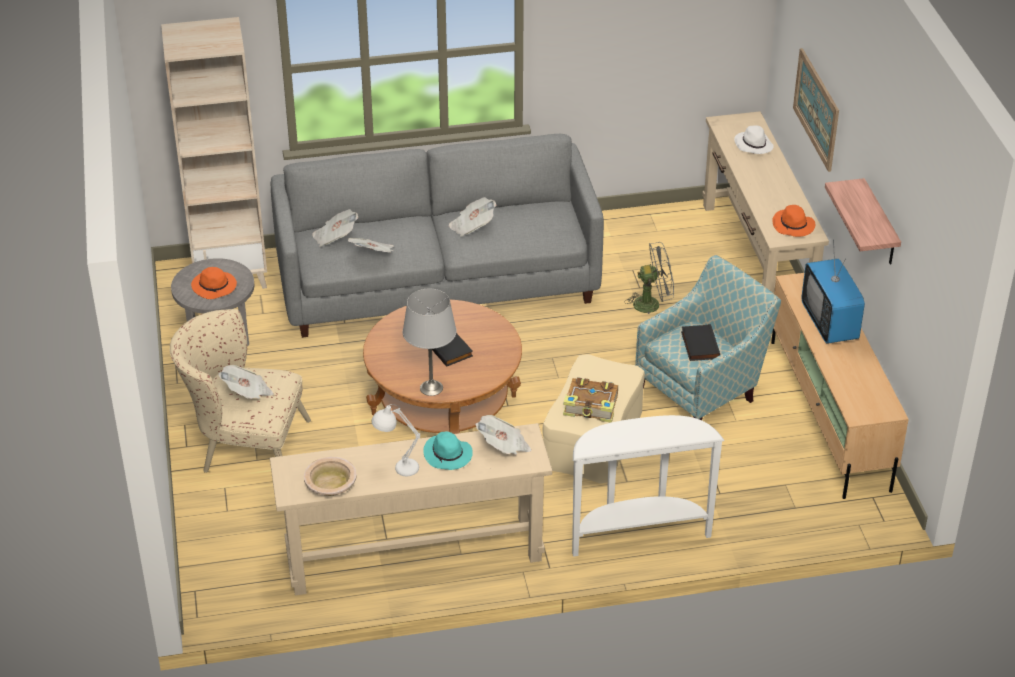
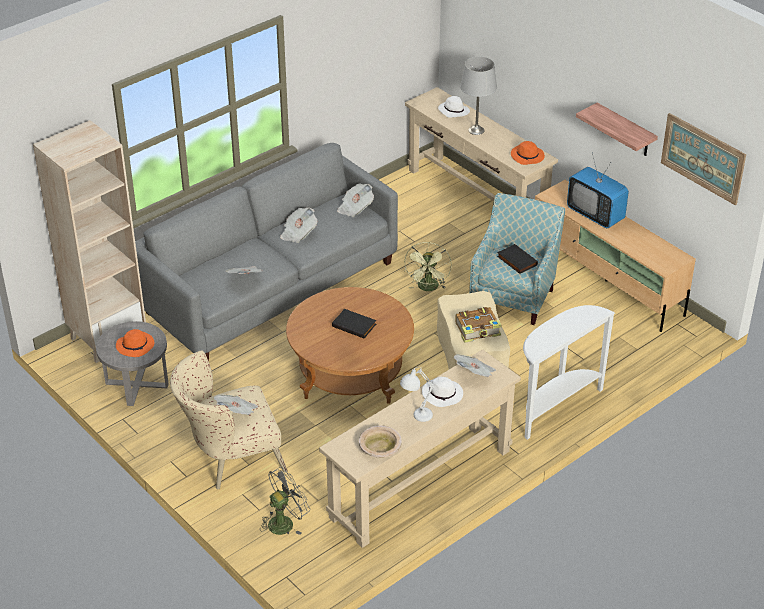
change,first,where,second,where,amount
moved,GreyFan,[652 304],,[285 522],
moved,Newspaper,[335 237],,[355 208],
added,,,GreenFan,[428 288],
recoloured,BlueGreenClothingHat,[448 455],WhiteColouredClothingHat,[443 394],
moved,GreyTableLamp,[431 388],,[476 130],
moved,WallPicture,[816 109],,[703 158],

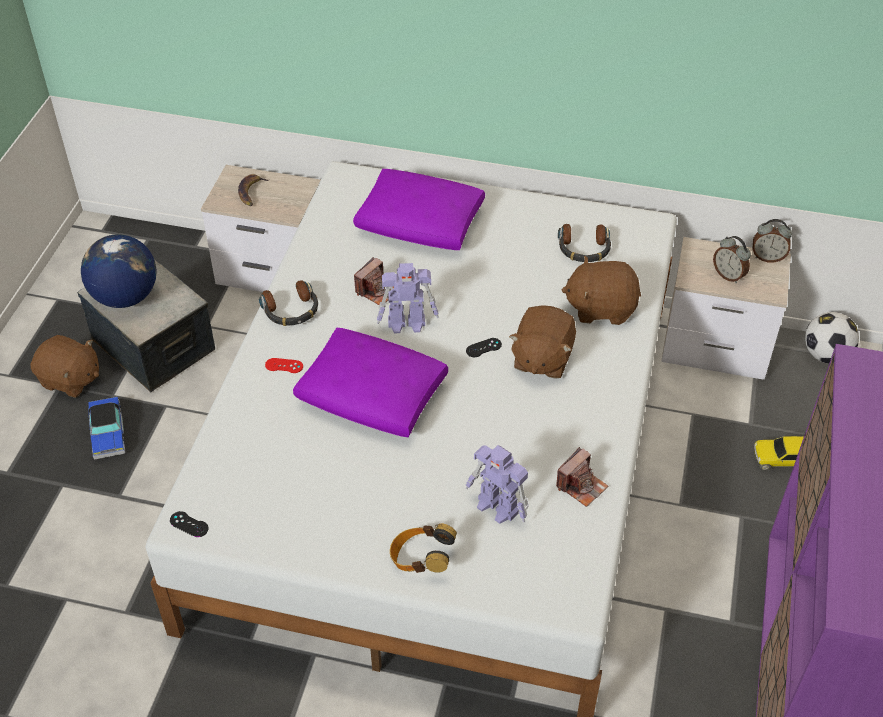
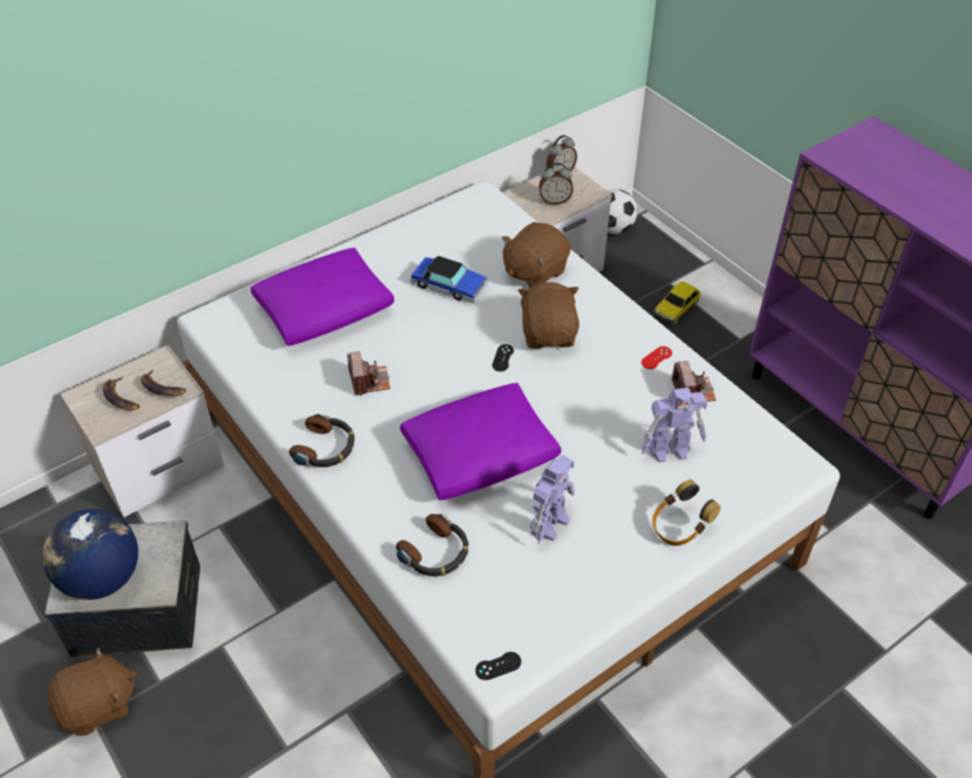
change,first,where,second,where,amount
added,,,BananaFruit,[161 388],
moved,Headset,[583 249],,[436 553],
moved,MiniatureCar,[108 432],,[449 286],
turned,BrownColouredCuddlyToy,[541 358],,[549 334],150 degrees counterclockwise
moved,ModelRobot,[407 323],,[550 522],
moved,RedGamepad,[284 366],,[656 358],

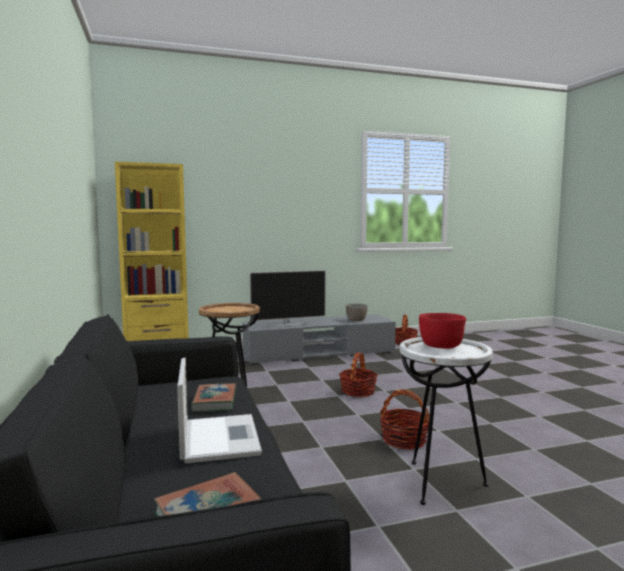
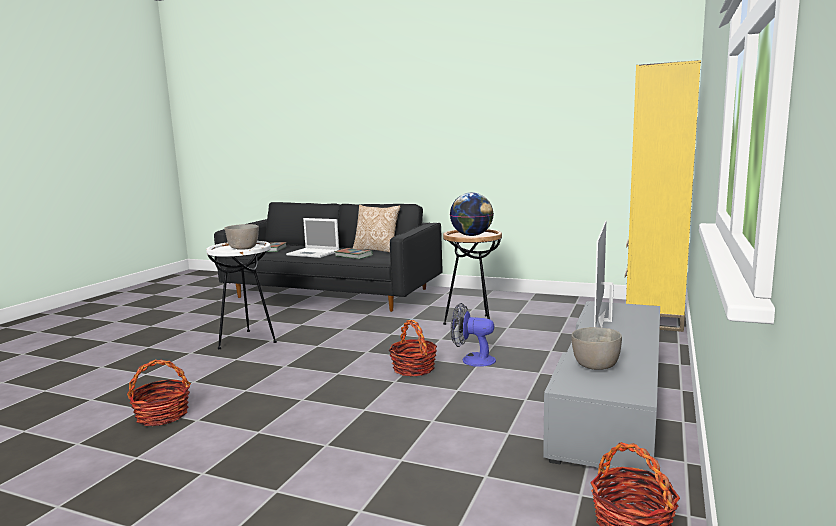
change,first,where,second,where,amount
moved,HouseholdBasket,[404 440],,[162 415],
recoloured,RedBowl,[441 346],GreyBowl,[244 248],
added,,,Cushion,[377 250],
added,,,WorldGlobe,[472 235],
added,,,Fan,[472 360],

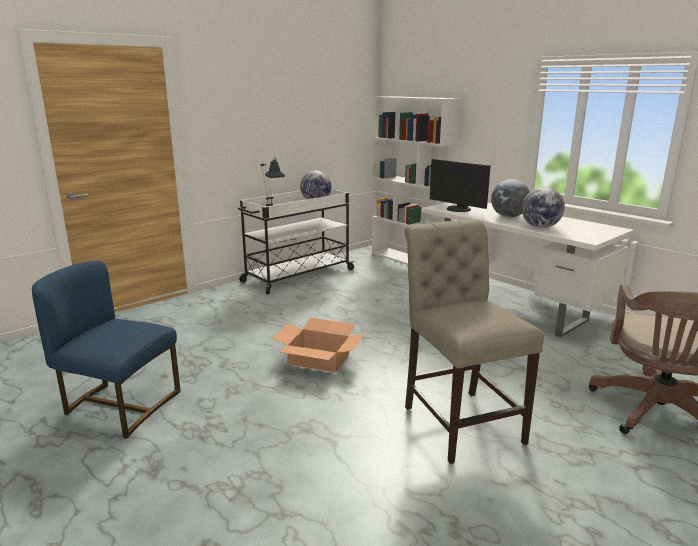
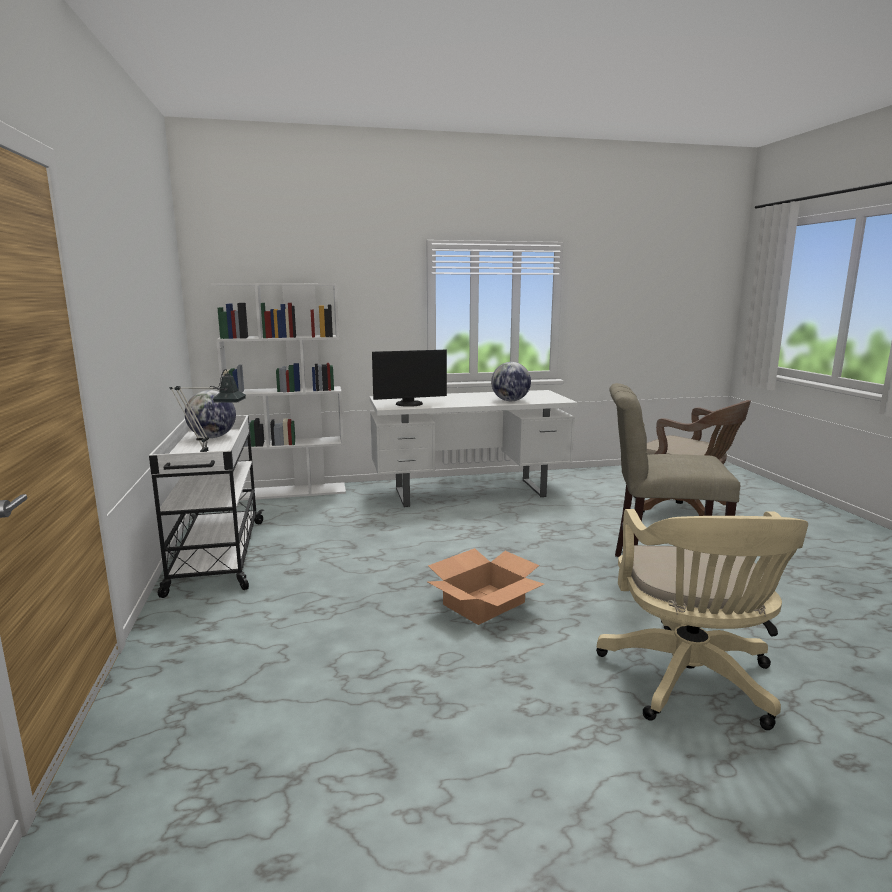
change,first,where,second,where,amount
added,,,BeigeColouredDeskChair,[691 683],
removed,BlueUprightChair,[119 406],,,
removed,WorldGlobe,[508 217],,,

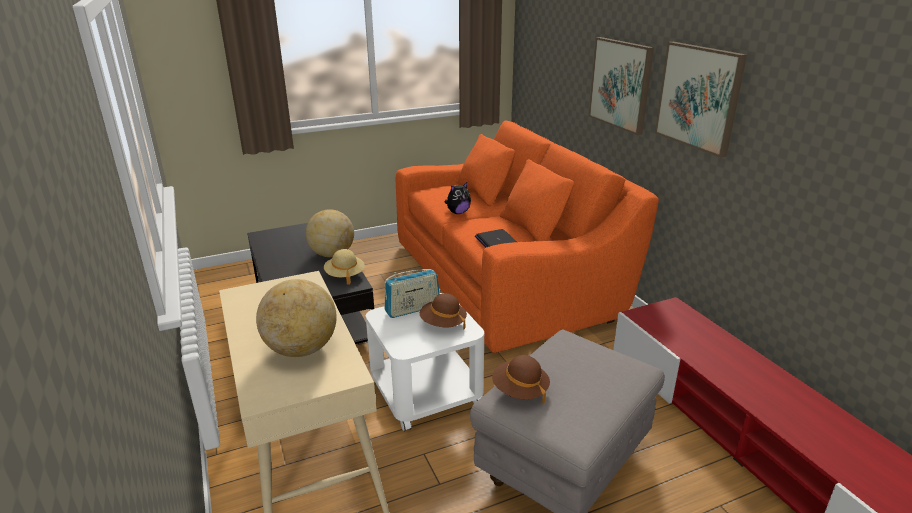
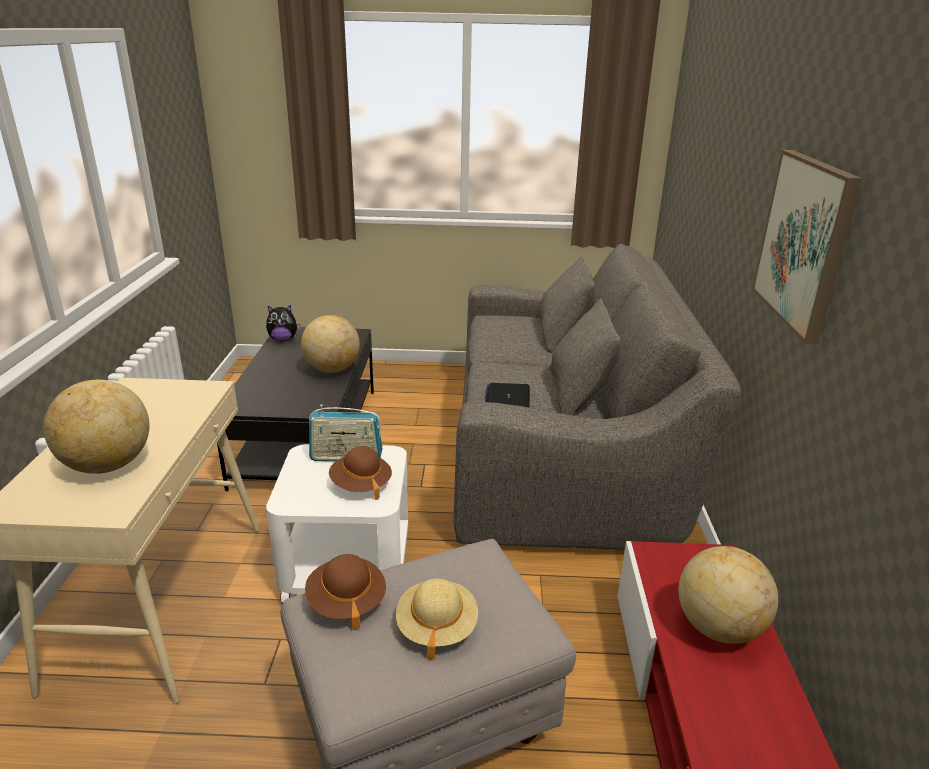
change,first,where,second,where,amount
moved,CuddlyToy,[458 212],,[283 339],
moved,BeigeColouredClothingHat,[345 275],,[436 627],
recoloured,OrangeySettee,[506 278],GreySettee,[562 452],
added,,,WorldGlobe,[718 627],
removed,WallPicture,[621 84],,,

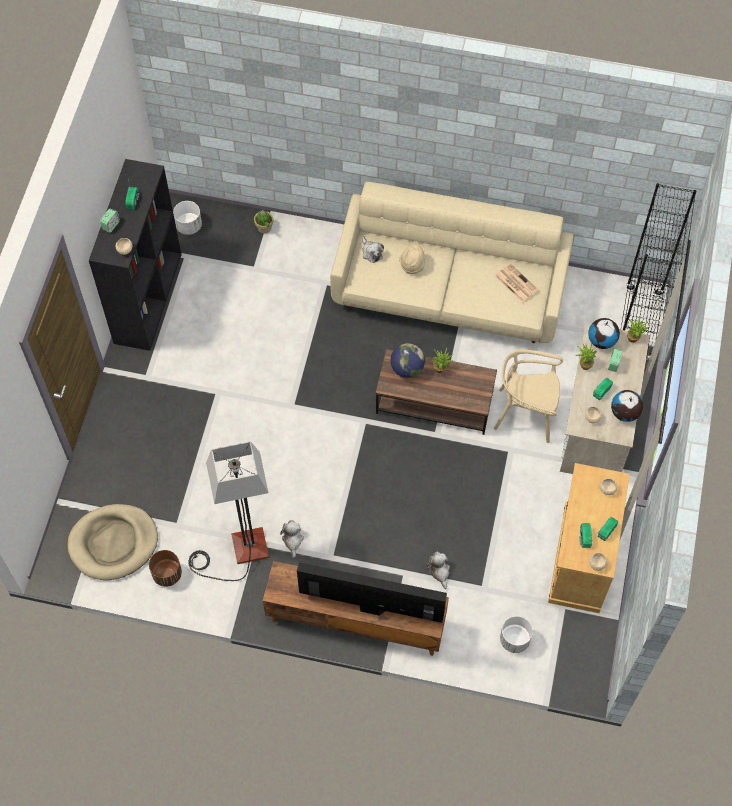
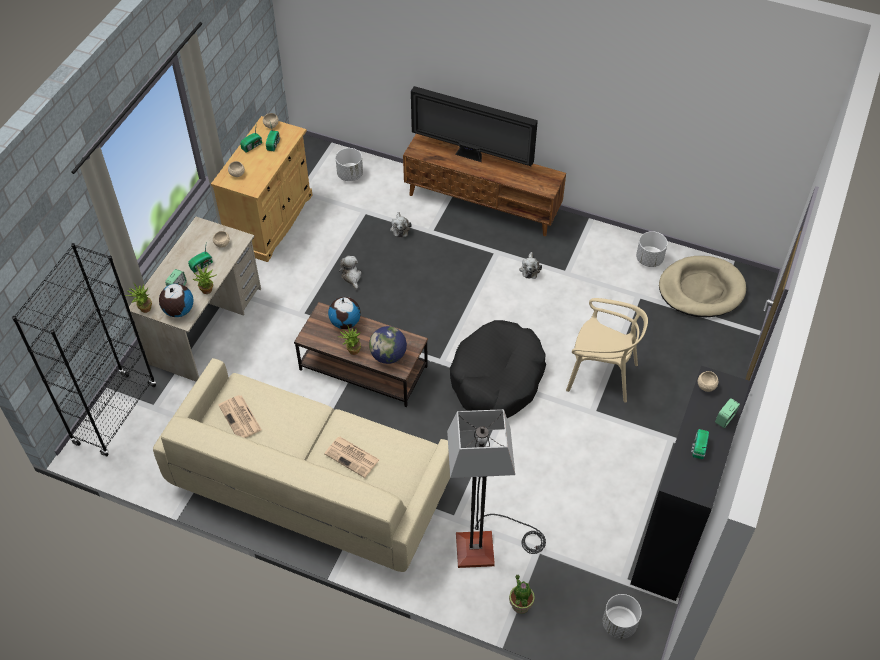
change,first,where,second,where,amount
replaced,BeigeColouredClothingHat,[412 265],Newspaper,[352 457],
moved,WorldGlobe,[624 413],,[345 322],
moved,CuddlyToy,[371 252],,[351 277],
moved,FloorLamp,[239 552],,[488 545],
added,,,BlackDogBed,[497 378],
moved,BeigeColouredUprightChair,[525 413],,[601 375],
recoloured,BrownColouredPlantPot,[167 574],WhiteColouredPlantPot,[649 259],

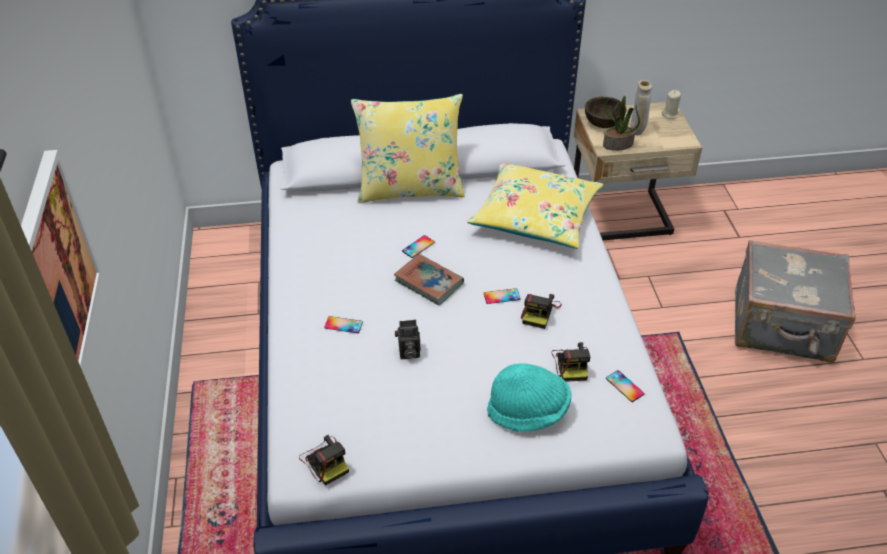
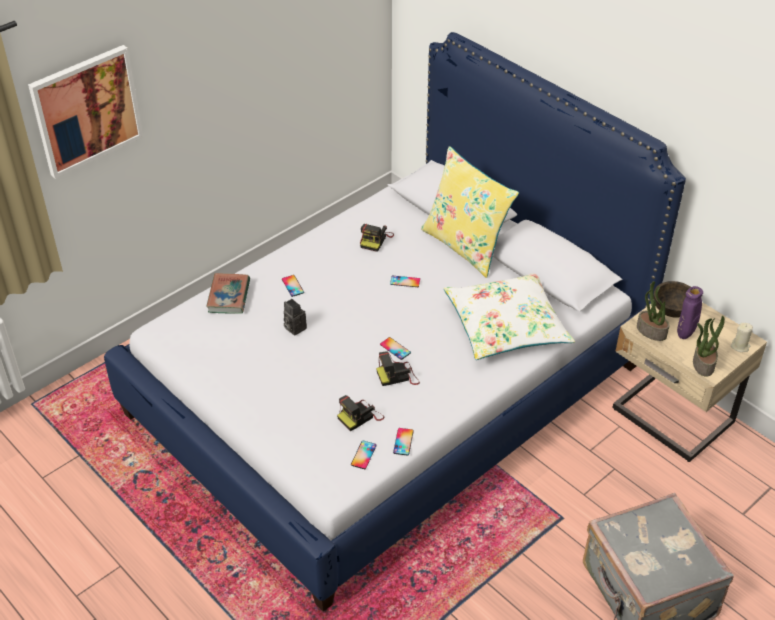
change,first,where,second,where,amount
moved,Book,[429 282],,[229 296],
moved,PhotoCamera,[325 461],,[375 240],
added,,,Phone,[403 442],
recoloured,YellowCushion,[535 216],WhiteColouredCushion,[506 326],
recoloured,BeigeColouredDecorativeVase,[637 132],PurpleDecorativeVase,[684 336],
added,,,PottedPlant,[702 364],
removed,BlueGreenClothingHat,[528 411],,,

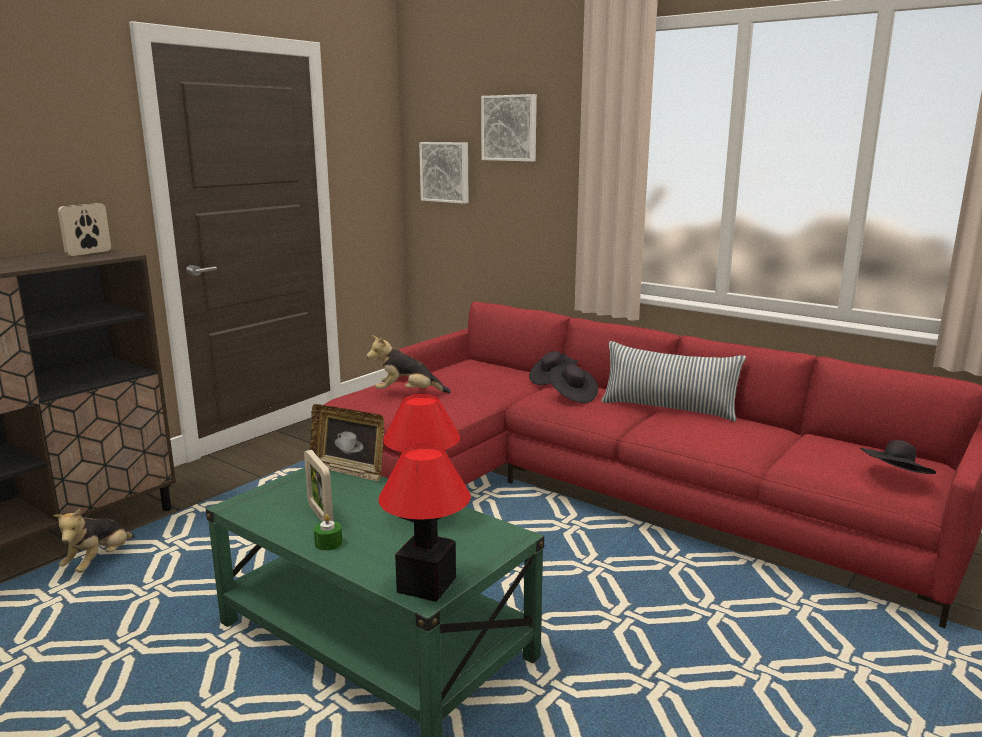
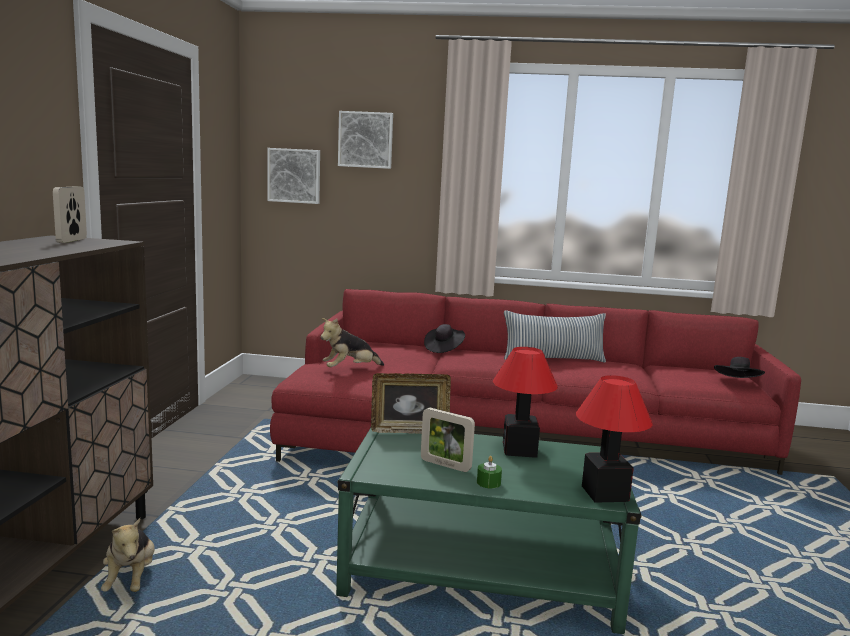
change,first,where,second,where,amount
removed,BlackClothingHat,[572 396],,,

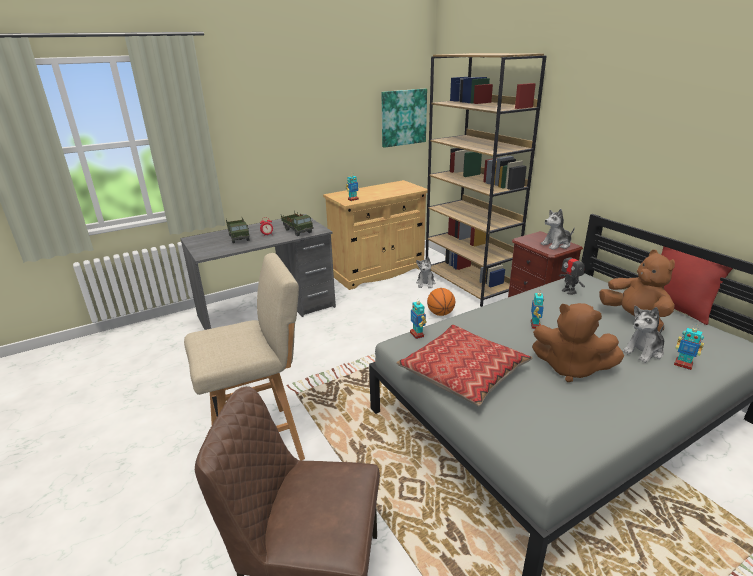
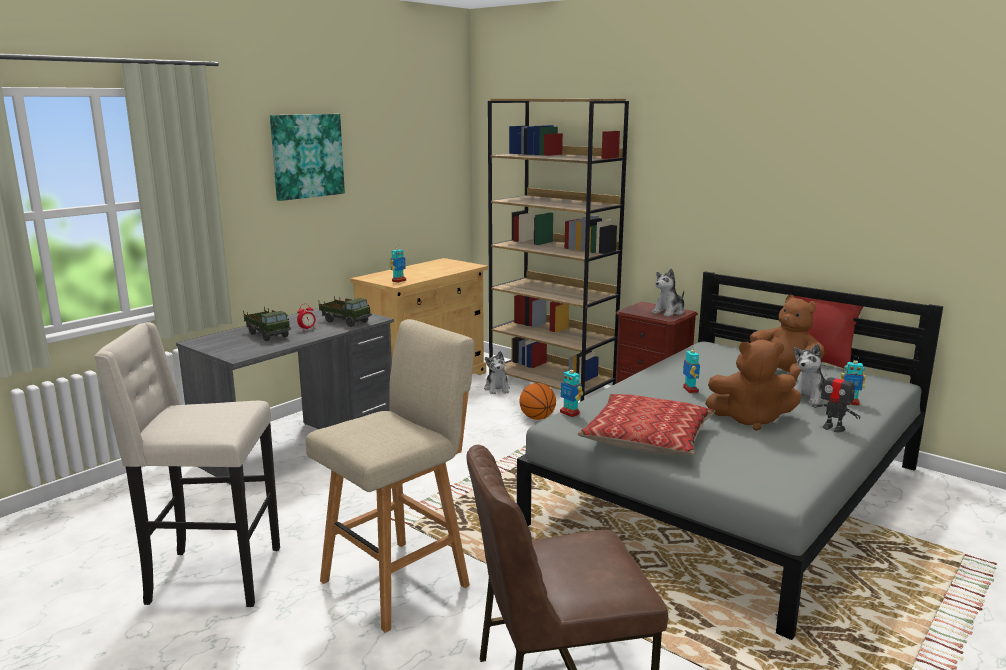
change,first,where,second,where,amount
added,,,BeigeColouredStool,[211 577],
moved,WallPicture,[403 117],,[307 156],
moved,ModelRobot,[569 291],,[833 428],

